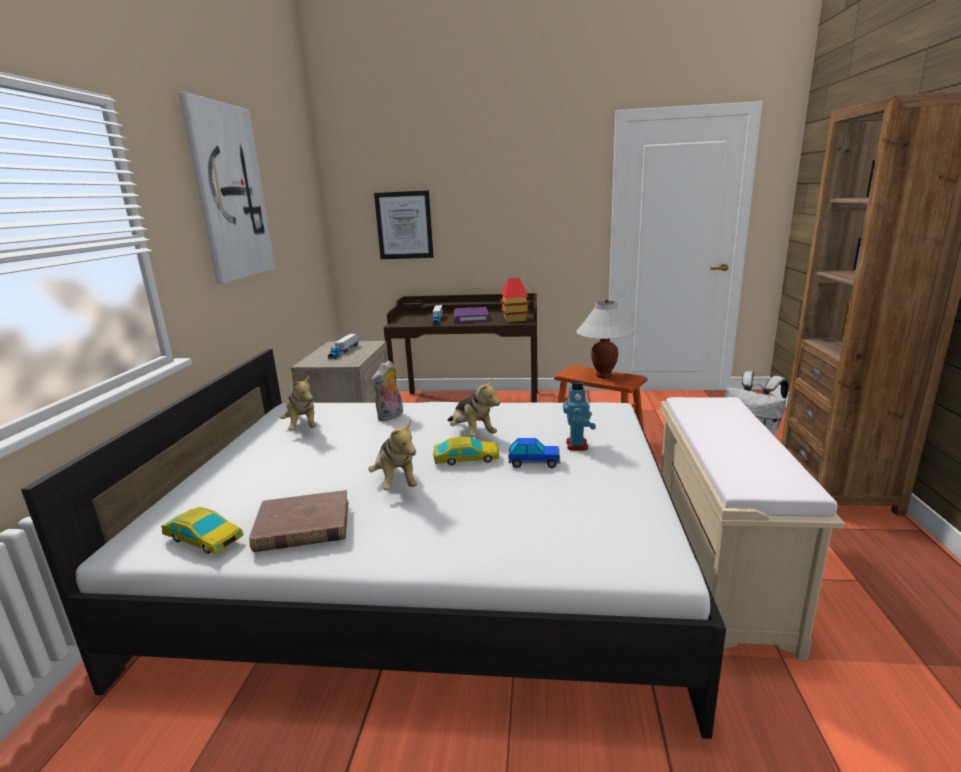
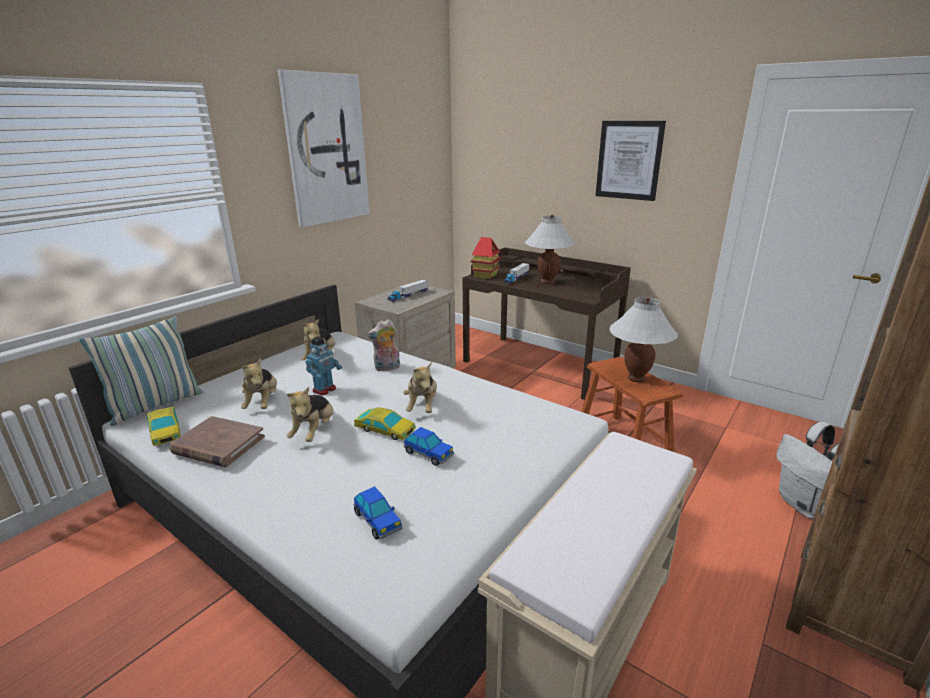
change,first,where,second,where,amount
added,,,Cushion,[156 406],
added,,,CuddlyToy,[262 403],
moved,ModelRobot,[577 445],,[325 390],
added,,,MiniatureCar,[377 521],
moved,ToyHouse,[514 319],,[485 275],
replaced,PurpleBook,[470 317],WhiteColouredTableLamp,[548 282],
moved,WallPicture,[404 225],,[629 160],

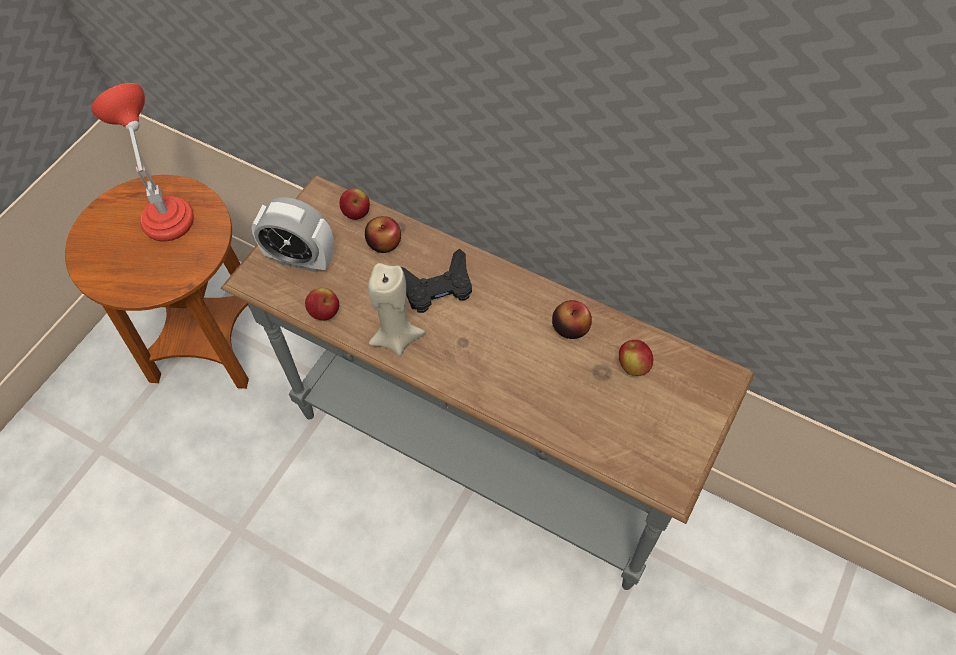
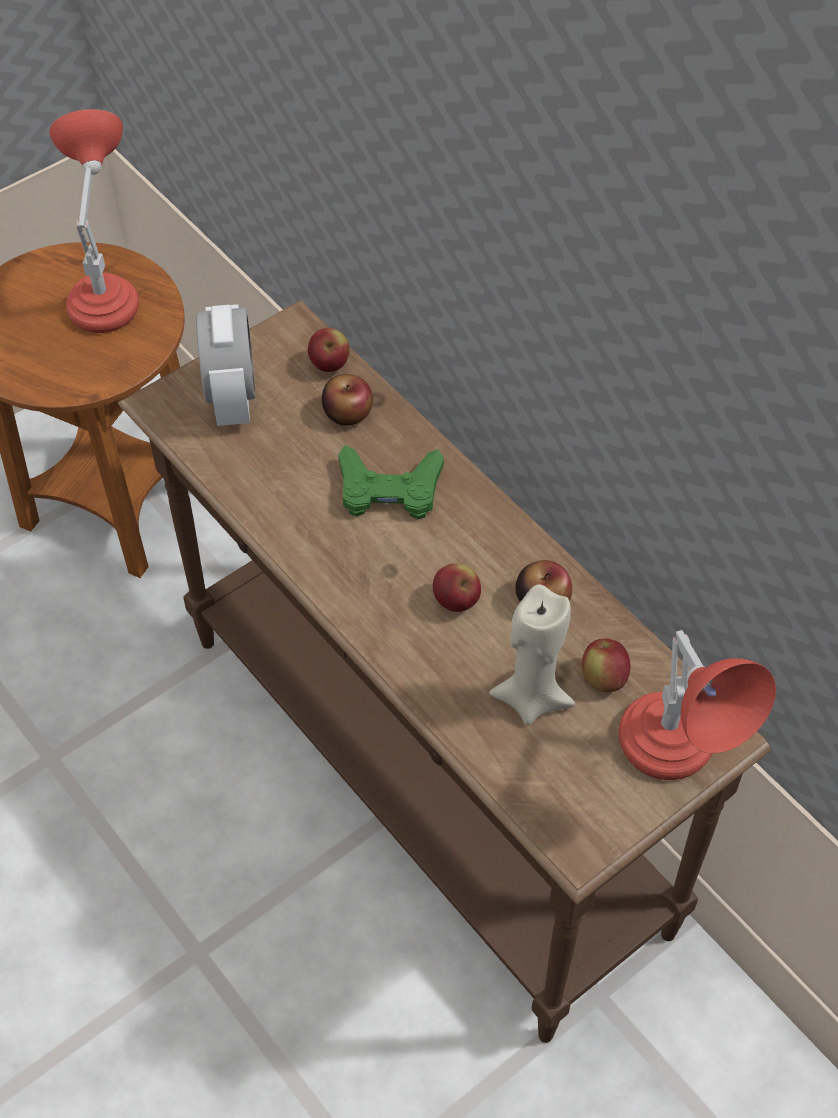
change,first,where,second,where,amount
recoloured,GreyNarrowTable,[483 457],BrownColouredNarrowTable,[419 784],
turned,TableClock,[301 259],,[232 399],135 degrees counterclockwise
recoloured,BlackGamepad,[436 286],GreenGamepad,[389 490],
moved,Apple,[325 313],,[456 601],
moved,BeigeColouredCandle,[396 337],,[531 698],
added,,,RedTableLamp,[674 765],

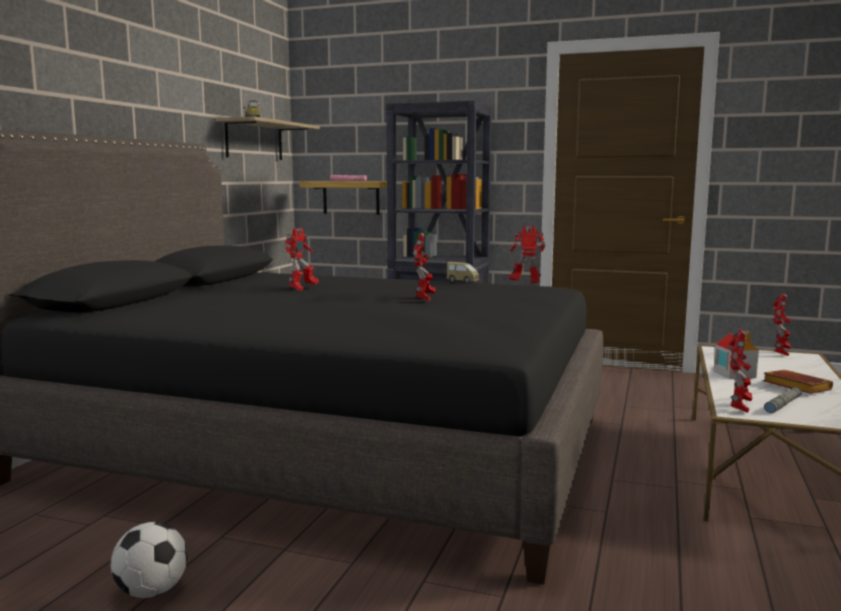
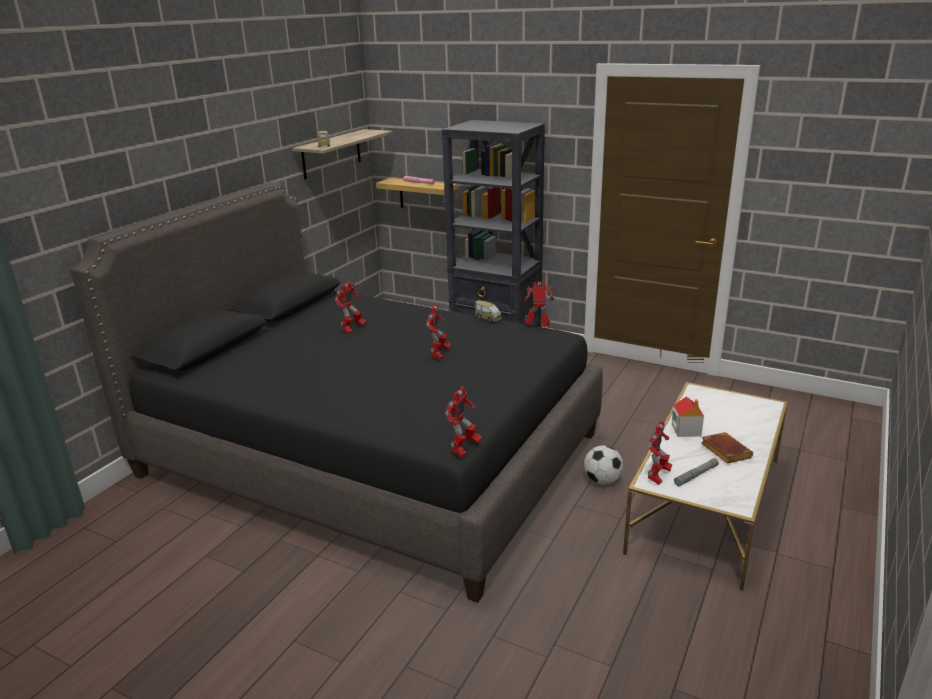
change,first,where,second,where,amount
moved,ModelRobot,[780 353],,[464 449],
moved,FootballBall,[151 592],,[602 480],

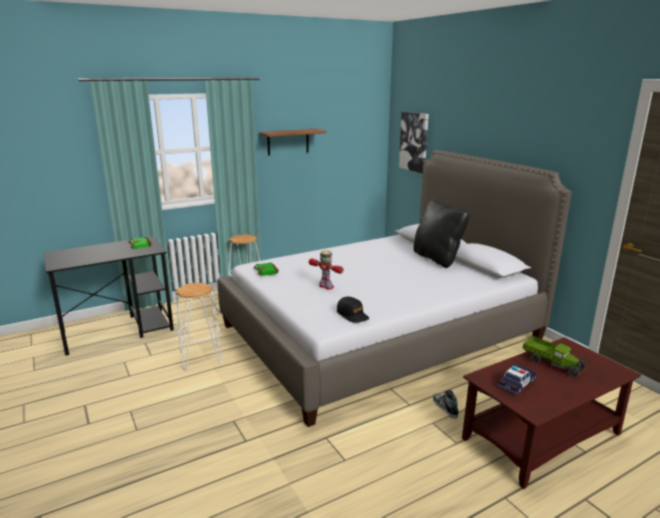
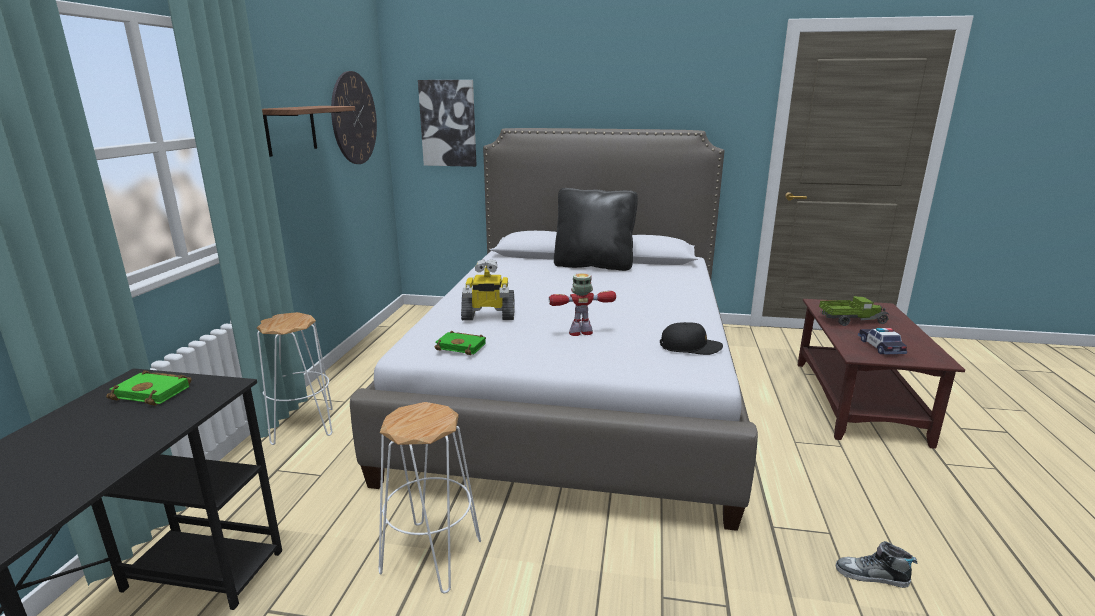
change,first,where,second,where,amount
added,,,HangingClock,[354 118],
added,,,ModelRobot,[488 316],
moved,Shoe,[445 407],,[871 576],

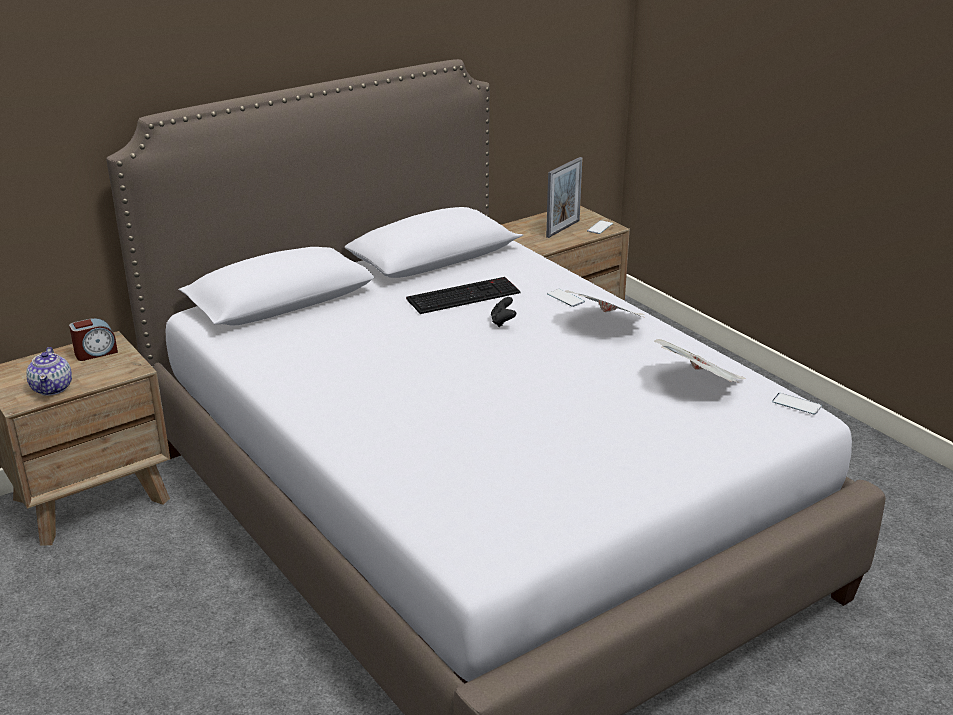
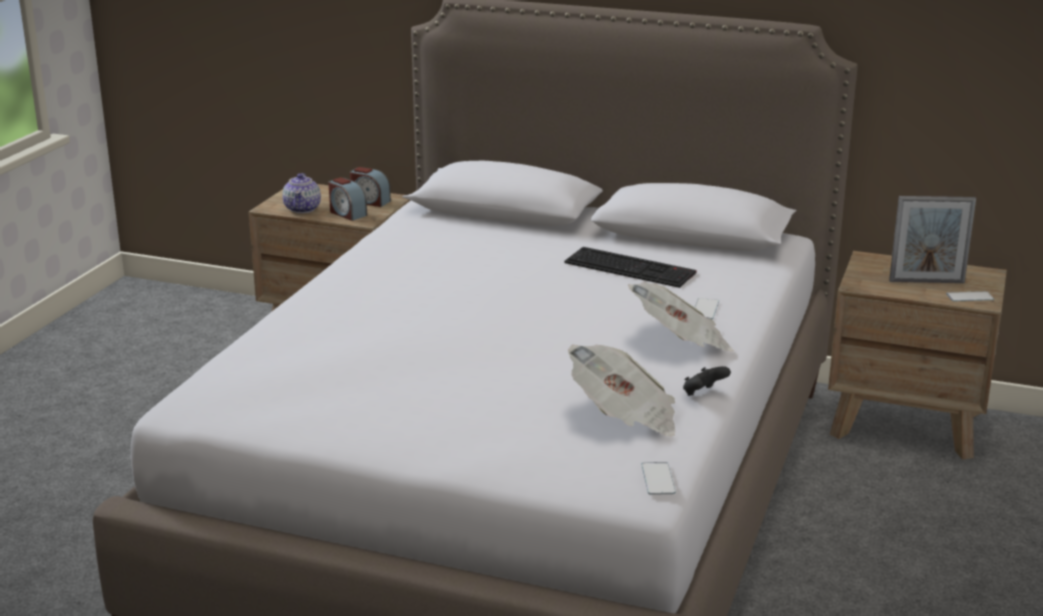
change,first,where,second,where,amount
turned,Teapot,[52 388],,[303 208],45 degrees counterclockwise
added,,,TableClock,[347 213],
moved,BlackGamepad,[502 322],,[703 394],

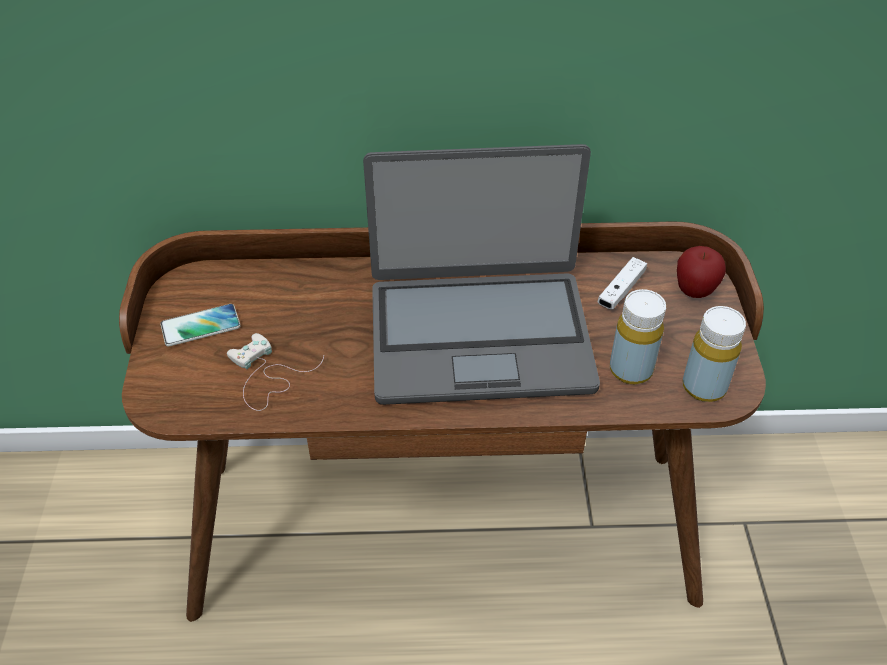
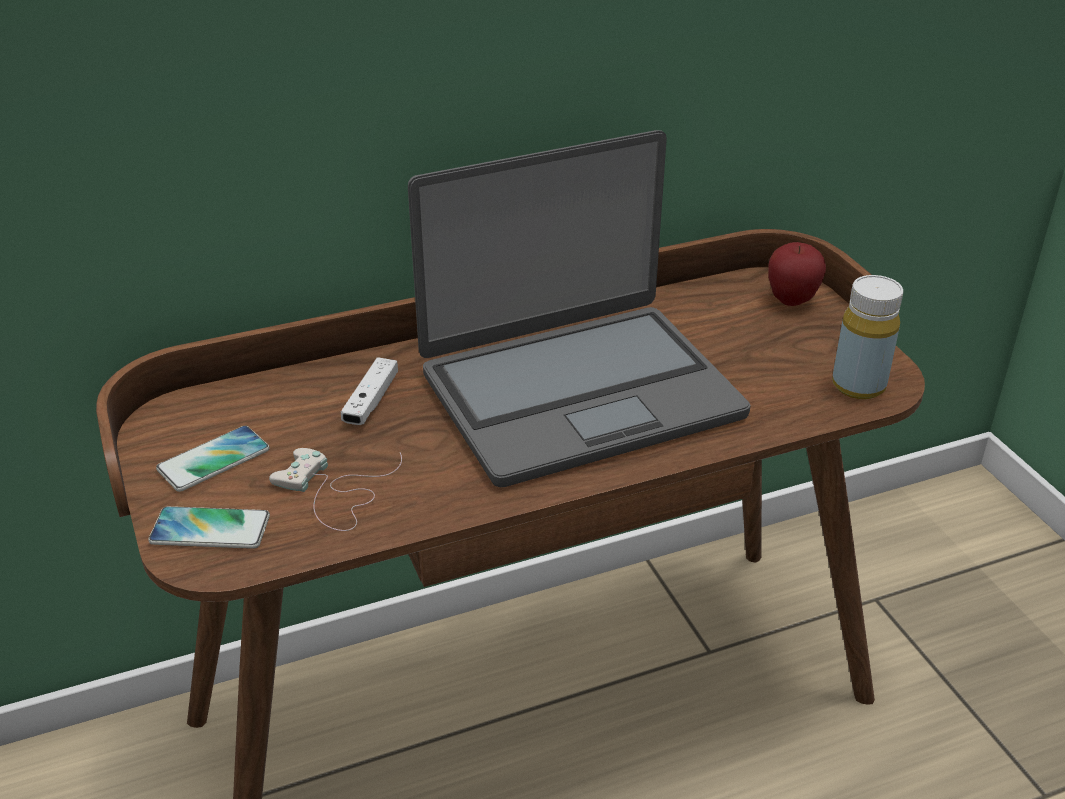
change,first,where,second,where,amount
added,,,Phone,[210 529],
moved,WhiteColouredGamepad,[621 290],,[371 401],
removed,YellowBottle,[631 370],,,

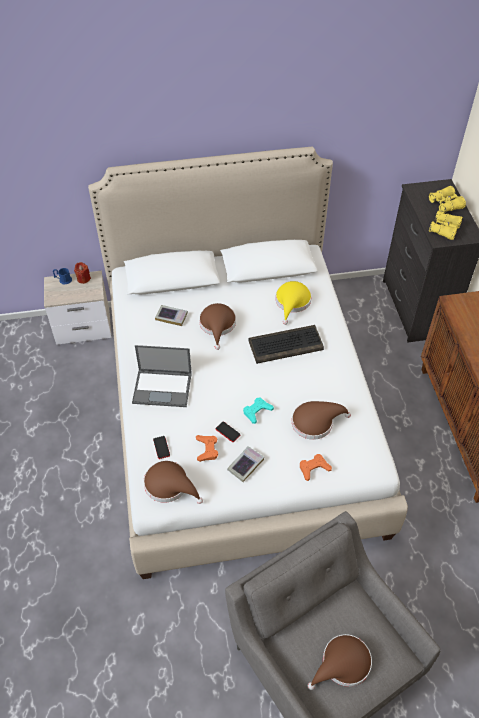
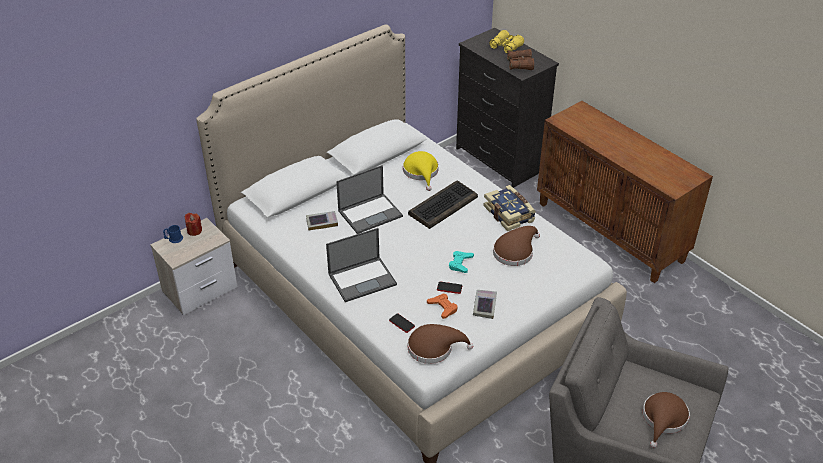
change,first,where,second,where,amount
replaced,BrownColouredClothingHat,[218 325],NotebookComputer,[370 213],
added,,,Book,[509 214],
recoloured,YellowPairOfBinoculars,[444 229],BrownColouredPairOfBinoculars,[520 64],
removed,OrangeyGamepad,[314 468],,,

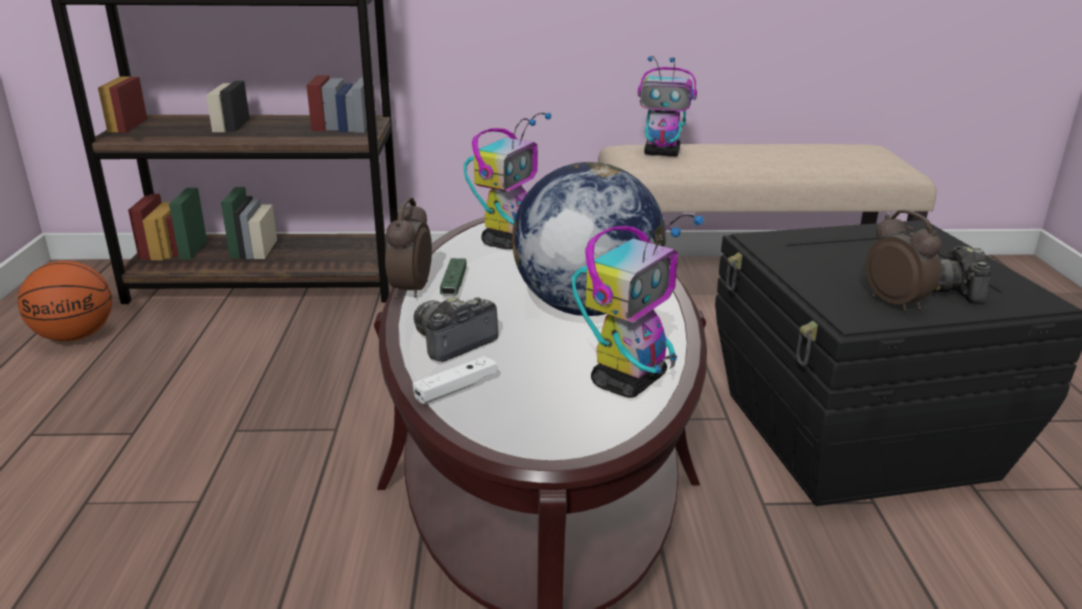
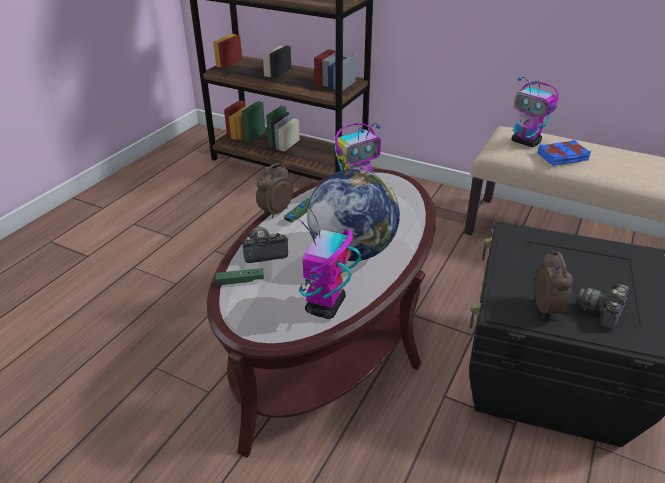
change,first,where,second,where,amount
recoloured,WhiteColouredGamepad,[456 388],GreenGamepad,[240 281],
turned,ModelRobot,[629 380],,[325 306],135 degrees clockwise
added,,,BlueBook,[563 157],
removed,Basketball,[76 336],,,

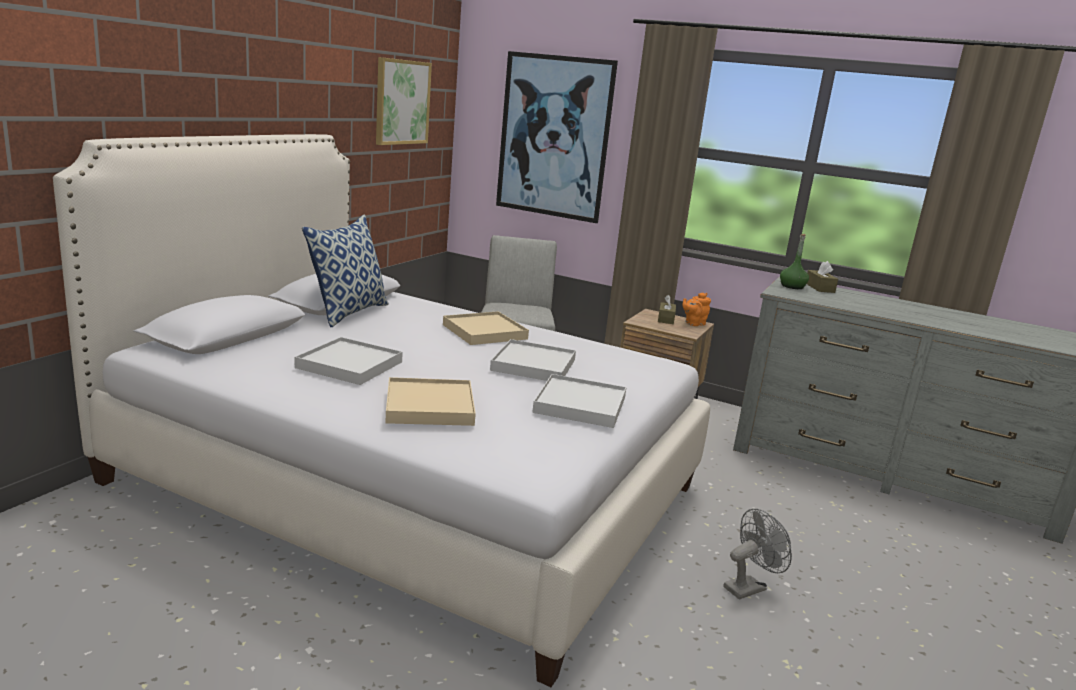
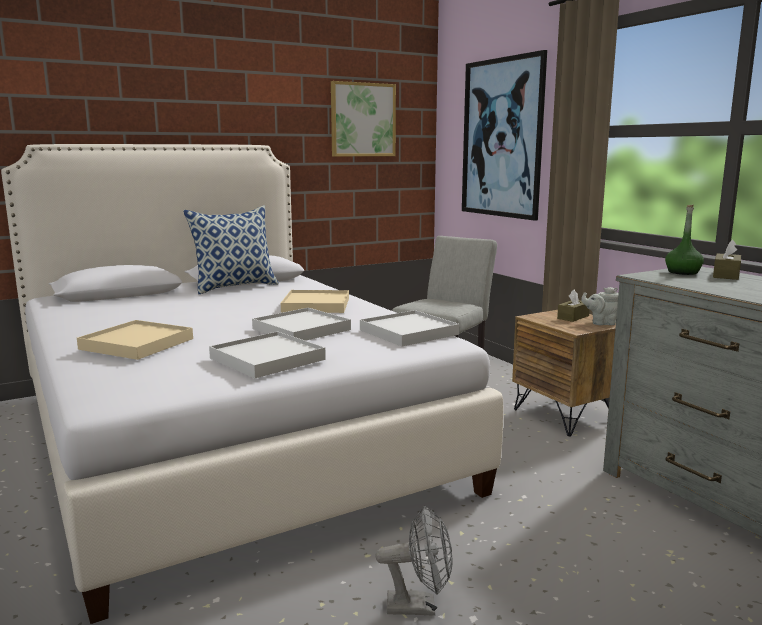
change,first,where,second,where,amount
moved,WhiteColouredServingTray,[349 365],,[408 332],
recoloured,OrangeyTeapot,[693 323],GreyTeapot,[601 323],

